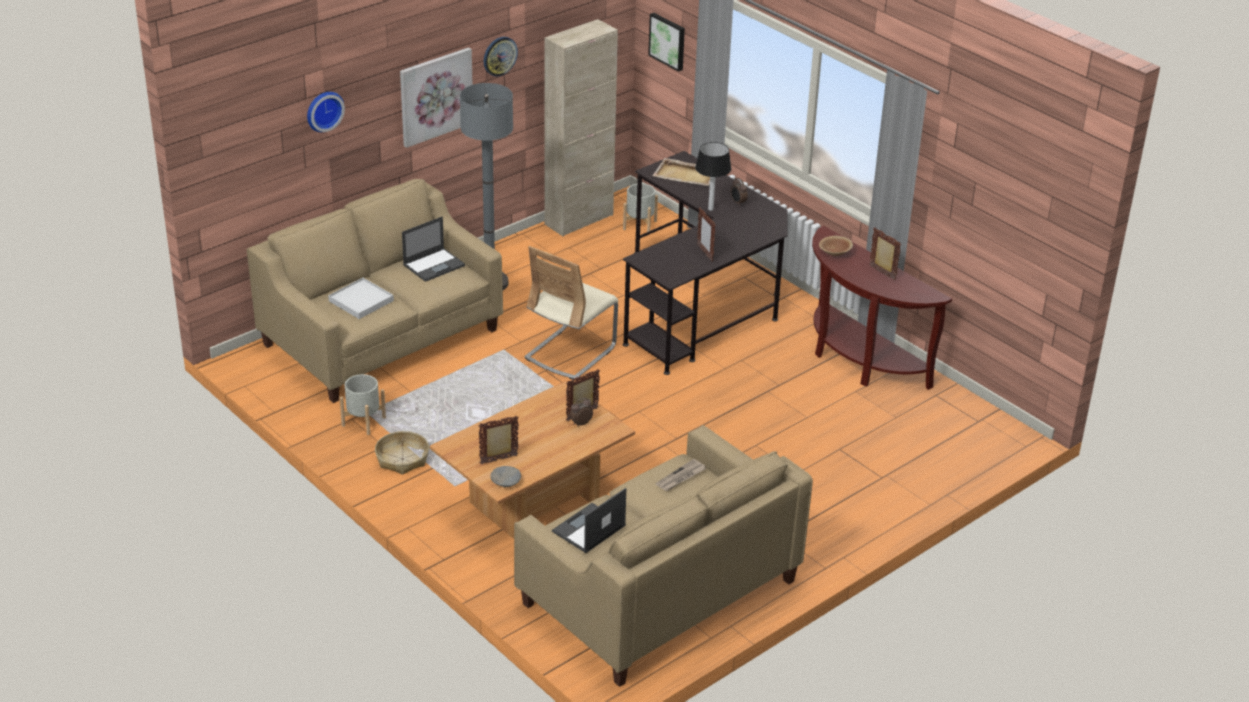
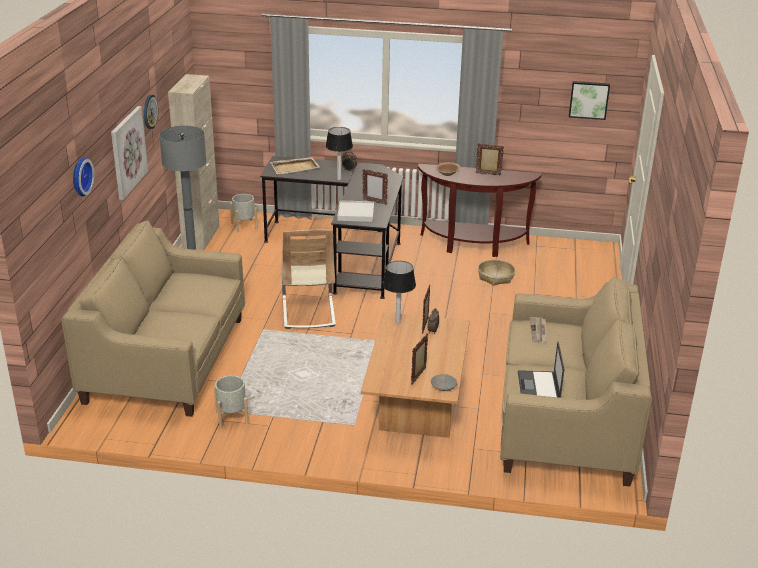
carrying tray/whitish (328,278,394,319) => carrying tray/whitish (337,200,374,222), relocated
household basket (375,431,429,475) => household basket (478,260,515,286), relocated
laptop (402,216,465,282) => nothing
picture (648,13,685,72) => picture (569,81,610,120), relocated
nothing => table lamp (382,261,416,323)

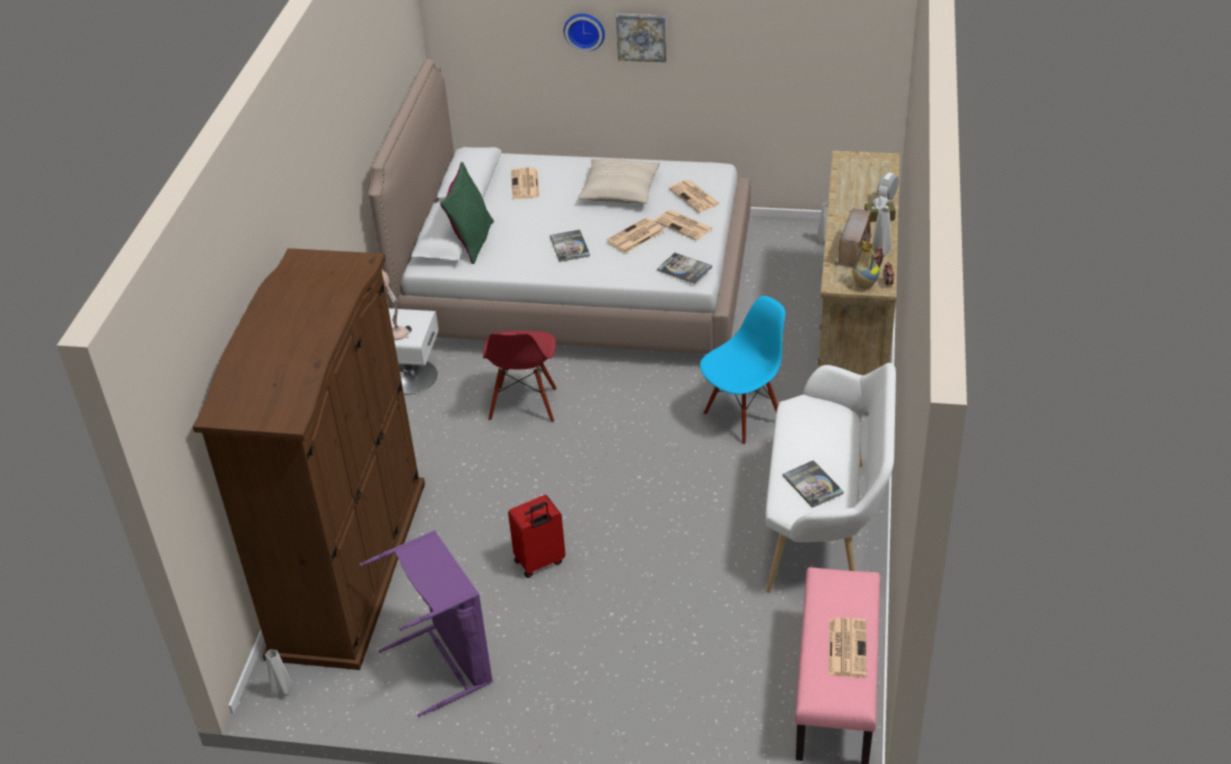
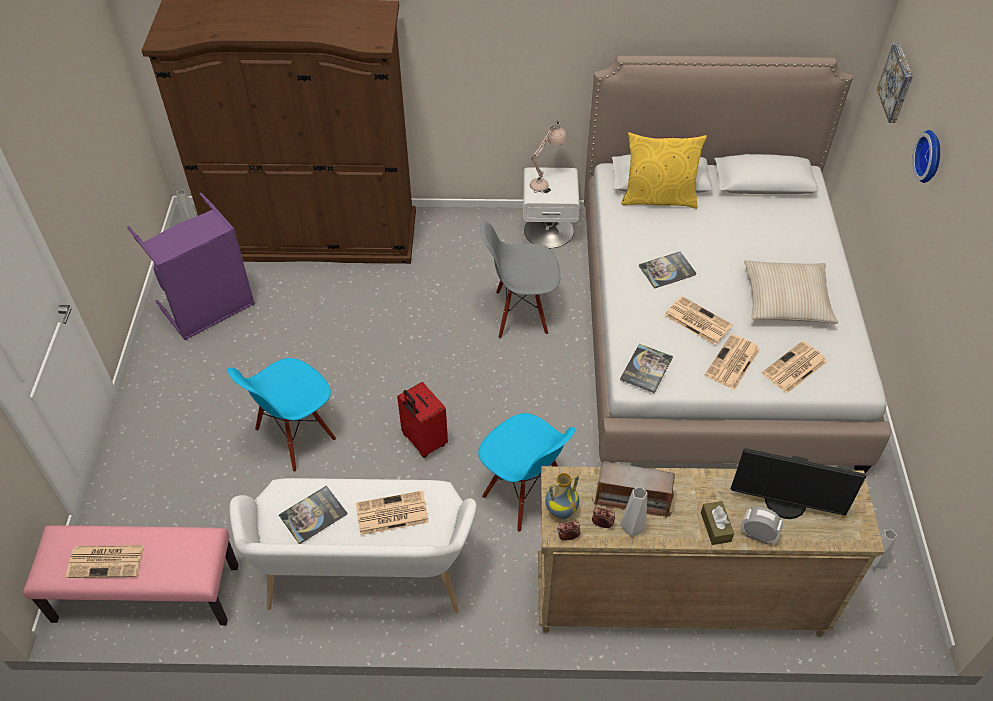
cushion/green-coloured (440,162,494,264) => cushion/yellow-coloured (621,132,707,209)
upright chair/red (483,331,557,423) => upright chair/gray (480,221,561,339)
piece of luggage/red (508,495,566,578) => piece of luggage/red (397,382,448,458), relocated
printed paper (511,167,539,199) => printed paper (356,491,429,535), relocated
picture (616,14,666,62) => picture (877,43,913,123), relocated
nothing => upright chair/blue-coloured (227,358,336,472)
nothing => computer screen (730,448,866,519)

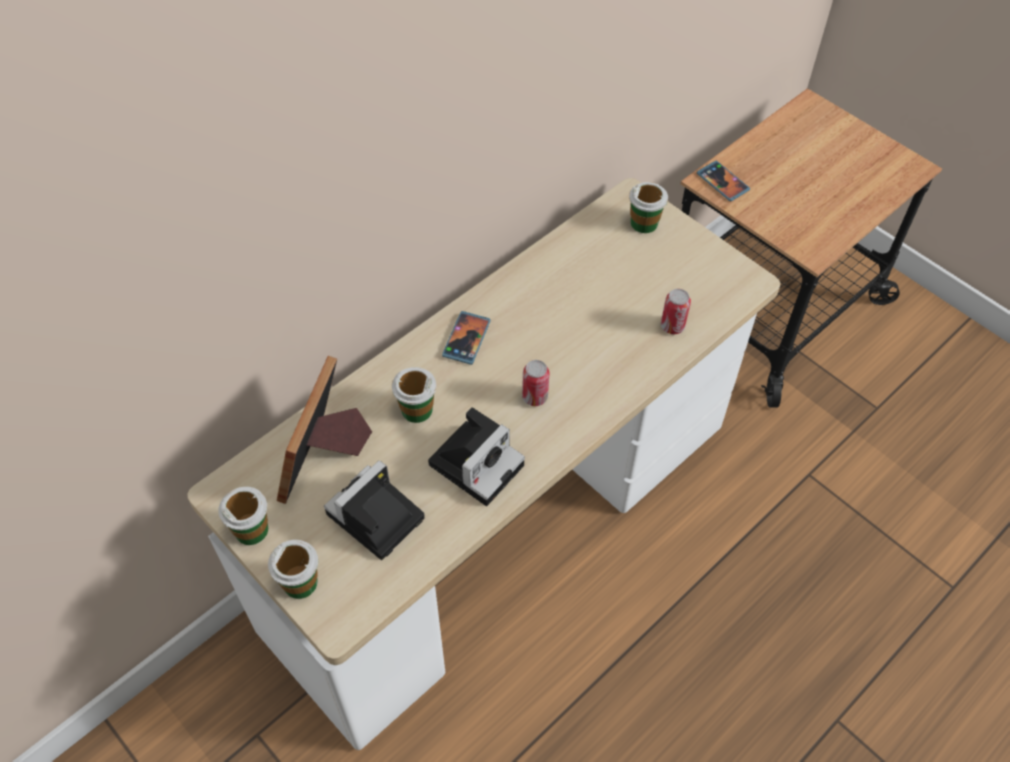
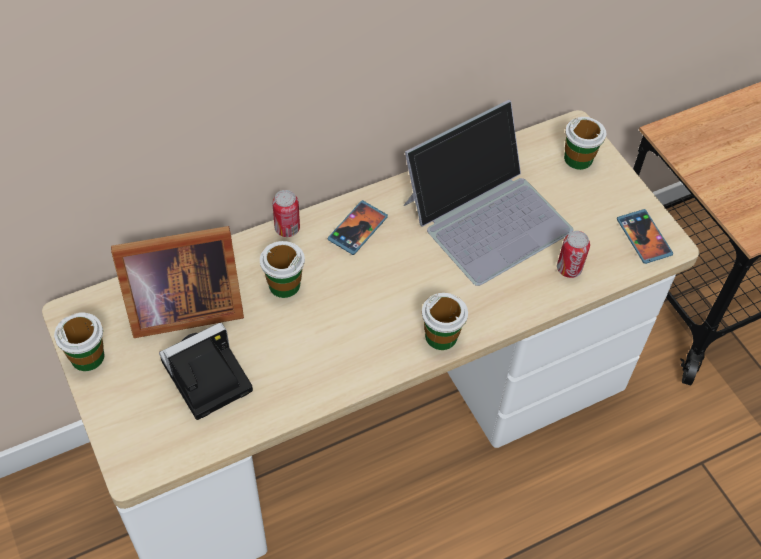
drinking cup (268,540,318,599) => drinking cup (422,293,468,350), relocated
picture frame (277,356,372,504) => picture frame (111,226,244,338), 135 degrees counterclockwise
photo camera (428,407,525,506) => nothing
metal can (522,360,549,406) => metal can (272,190,300,237), relocated
phone (697,161,750,201) => phone (617,209,673,264), relocated
nothing => laptop (404,100,573,286)

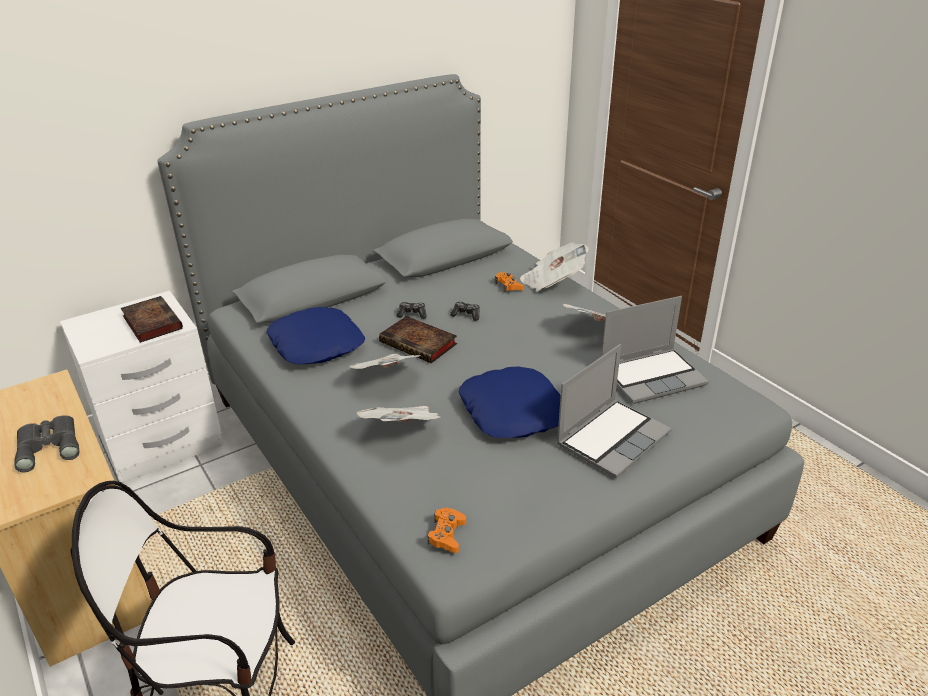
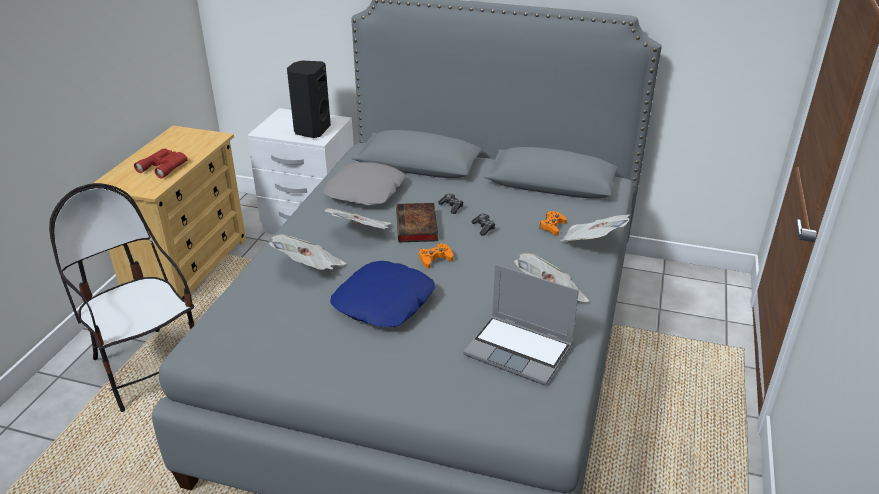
pair of binoculars/gray (14,415,79,472) => pair of binoculars/red (134,149,188,179)
volume (121,296,183,343) => audio speaker/black (287,61,331,138)
cushion/blue-coloured (266,307,365,364) => cushion/gray (323,162,405,205)
gamepad/orangey (428,508,466,553) => gamepad/orangey (419,243,453,269), relocated
laptop (556,344,672,478) => nothing

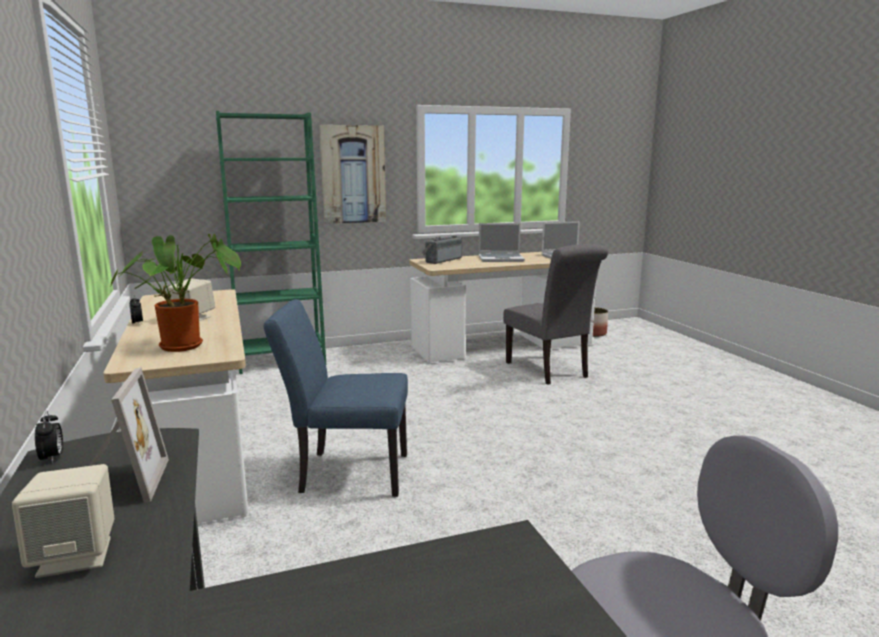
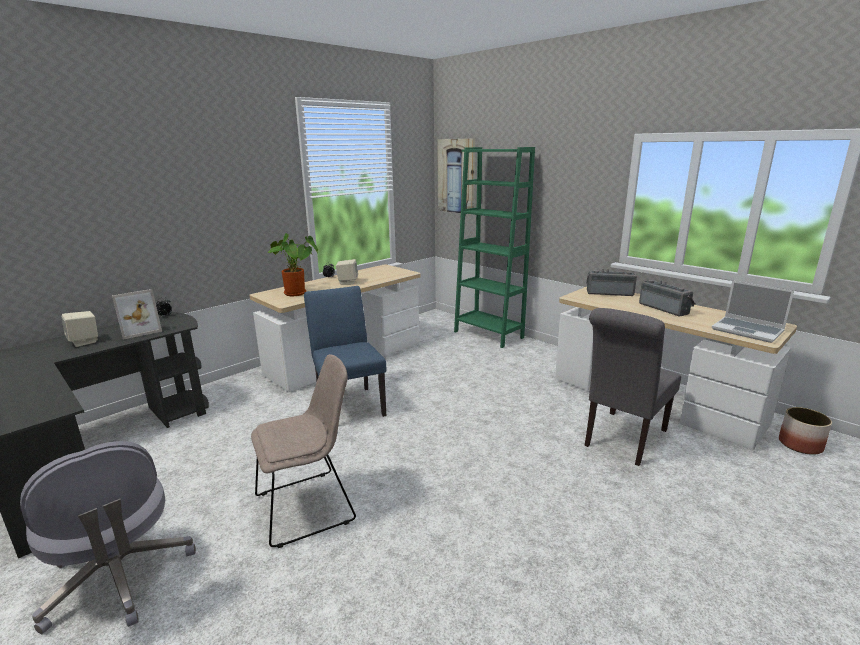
picture (319,125,386,224) => picture (437,139,475,213), relocated
laptop (479,223,525,262) => radio set (639,280,695,316)
nothing => upright chair/beige-coloured (251,354,356,548)

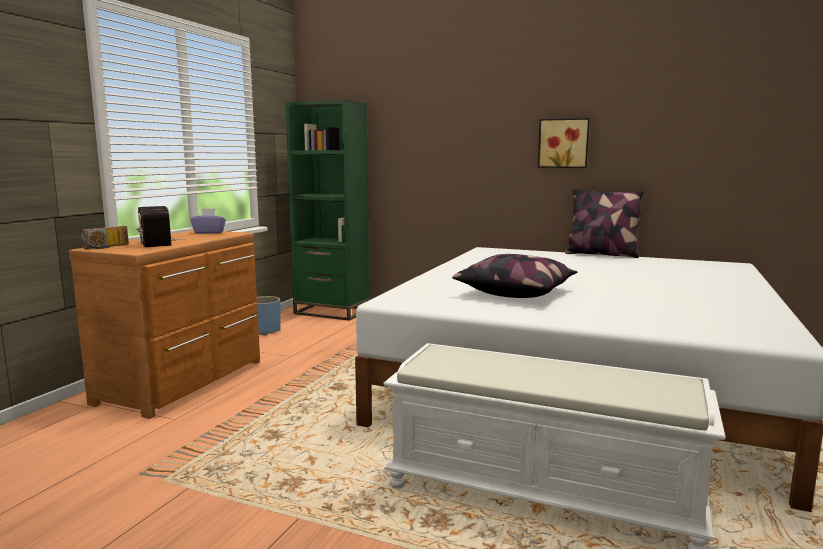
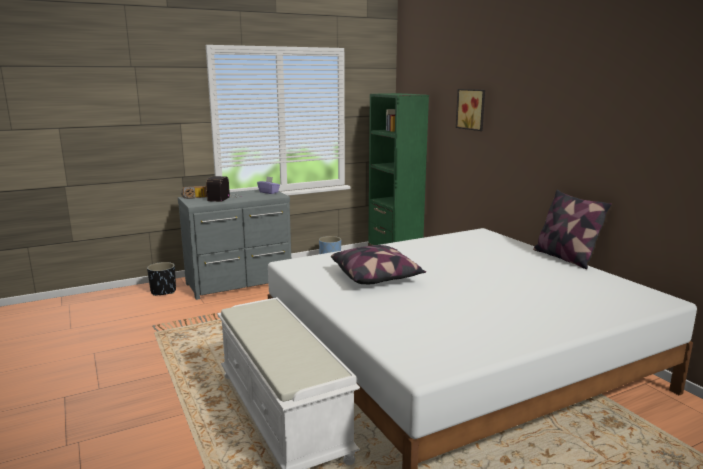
drawer chest/brown (69,230,260,419) => drawer chest/gray (178,189,291,300)
picture (538,118,590,168) => picture (456,89,485,131), relocated
nothing => plant pot/black (147,262,176,296)

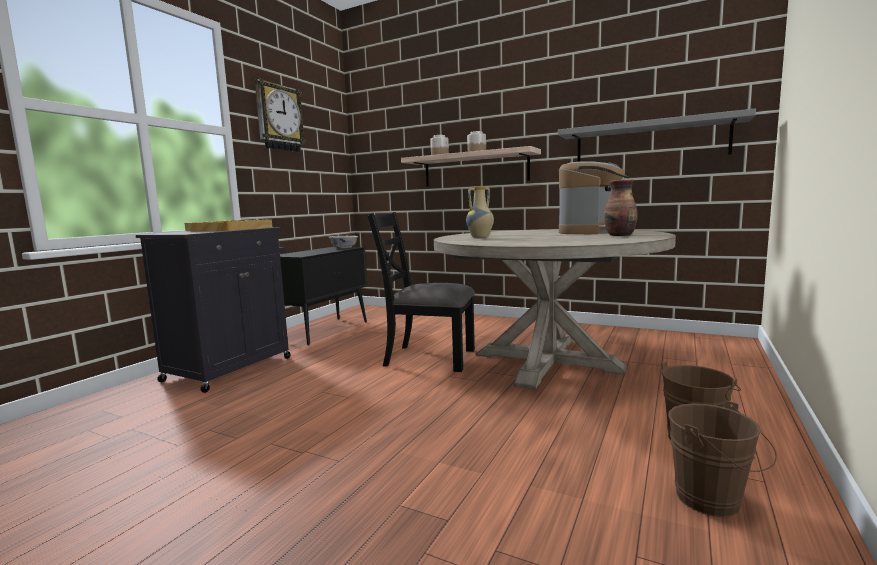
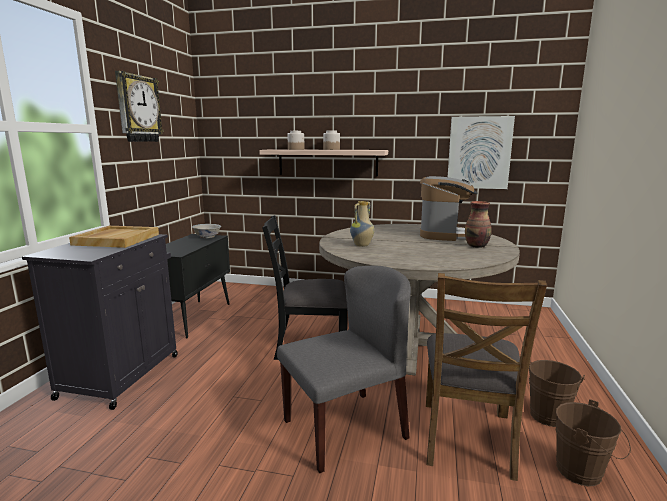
shelf/gray (558,108,756,162) => picture (448,116,515,189)
nothing => upright chair/gray (277,266,411,473)
nothing => upright chair/brown (426,273,547,481)

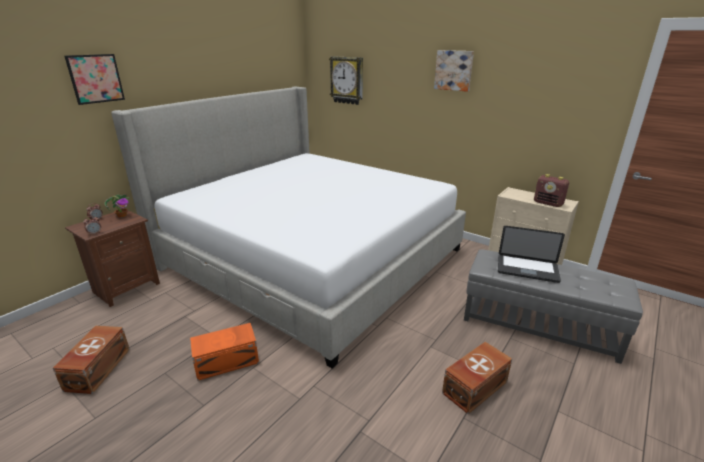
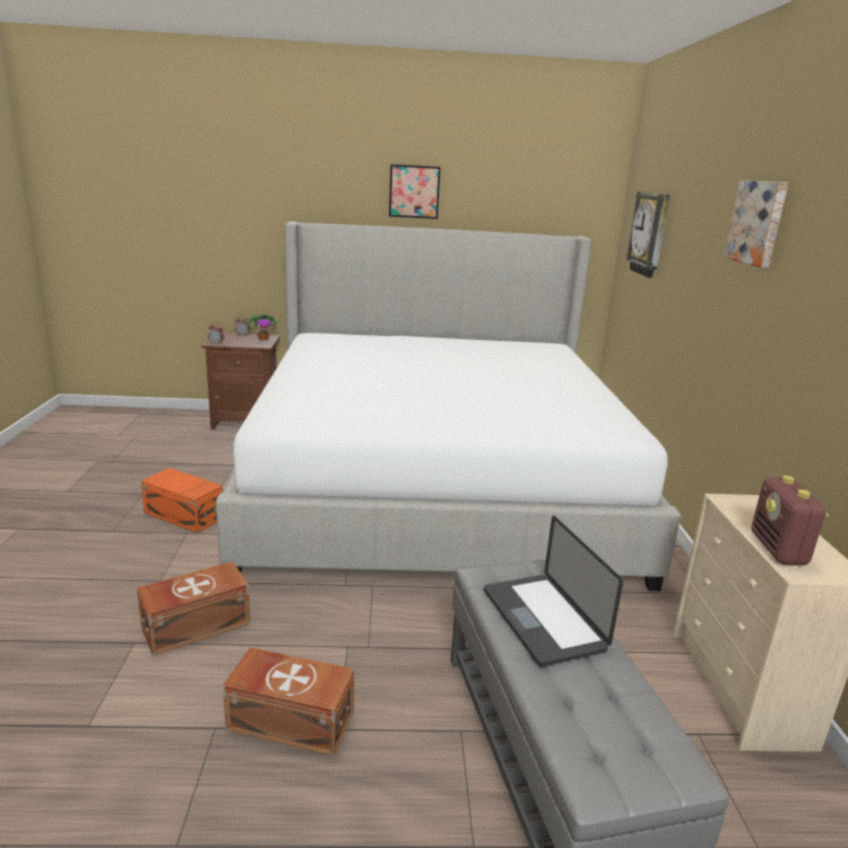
storage box/brown (53,326,130,394) => storage box/brown (137,561,251,656), relocated
picture (64,54,125,105) => picture (389,164,441,219), relocated

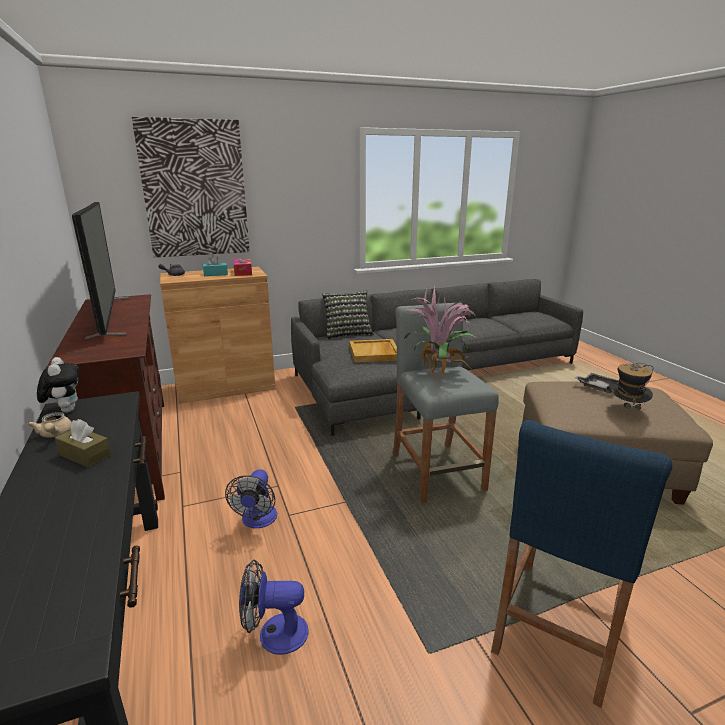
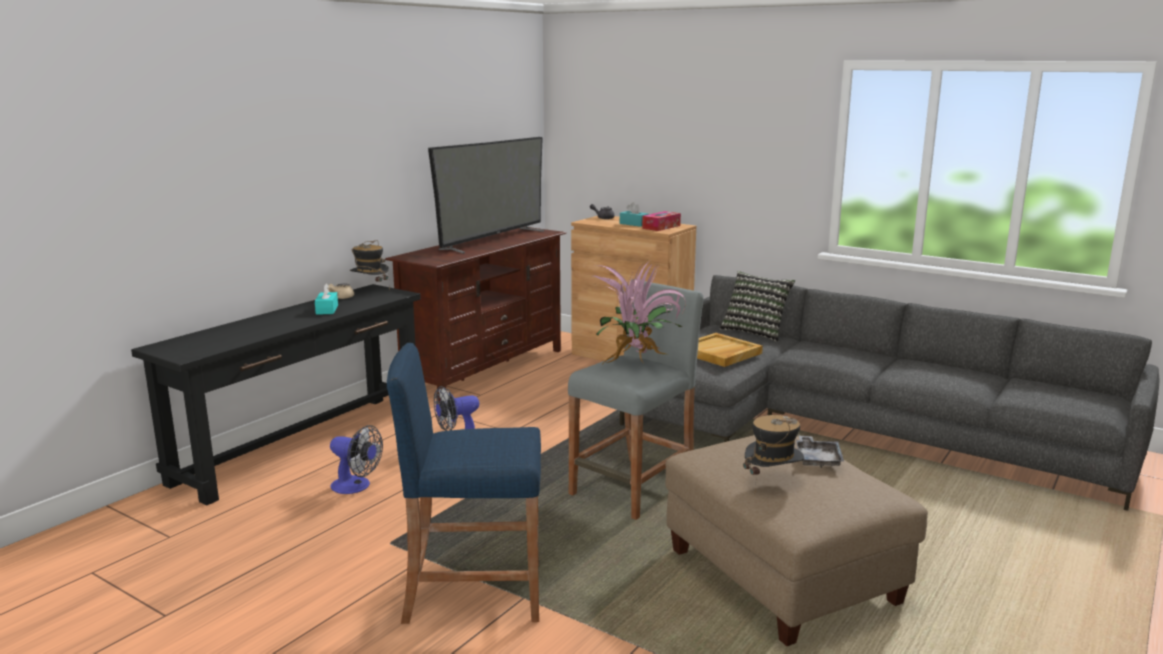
plush toy (37,357,80,413) => wearable hat (350,240,390,291)
box of tissues/brown (55,419,111,468) => box of tissues/turquoise (315,283,338,315)
picture (132,117,250,258) => nothing
fan (239,559,309,655) => fan (330,425,383,494), 150 degrees clockwise

